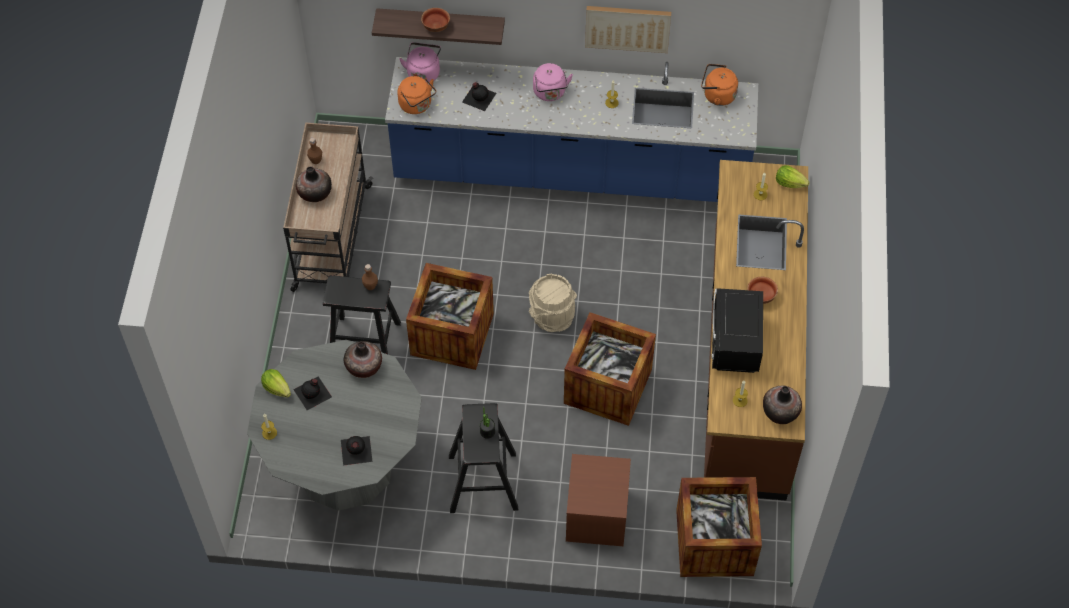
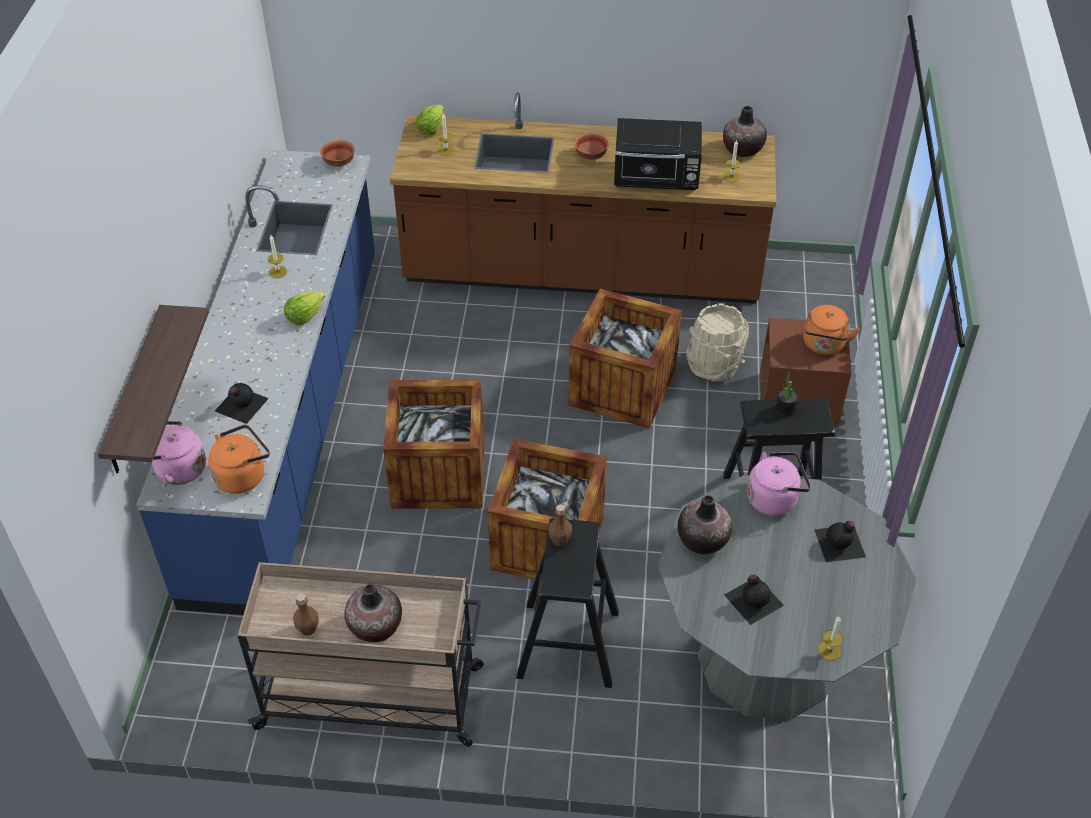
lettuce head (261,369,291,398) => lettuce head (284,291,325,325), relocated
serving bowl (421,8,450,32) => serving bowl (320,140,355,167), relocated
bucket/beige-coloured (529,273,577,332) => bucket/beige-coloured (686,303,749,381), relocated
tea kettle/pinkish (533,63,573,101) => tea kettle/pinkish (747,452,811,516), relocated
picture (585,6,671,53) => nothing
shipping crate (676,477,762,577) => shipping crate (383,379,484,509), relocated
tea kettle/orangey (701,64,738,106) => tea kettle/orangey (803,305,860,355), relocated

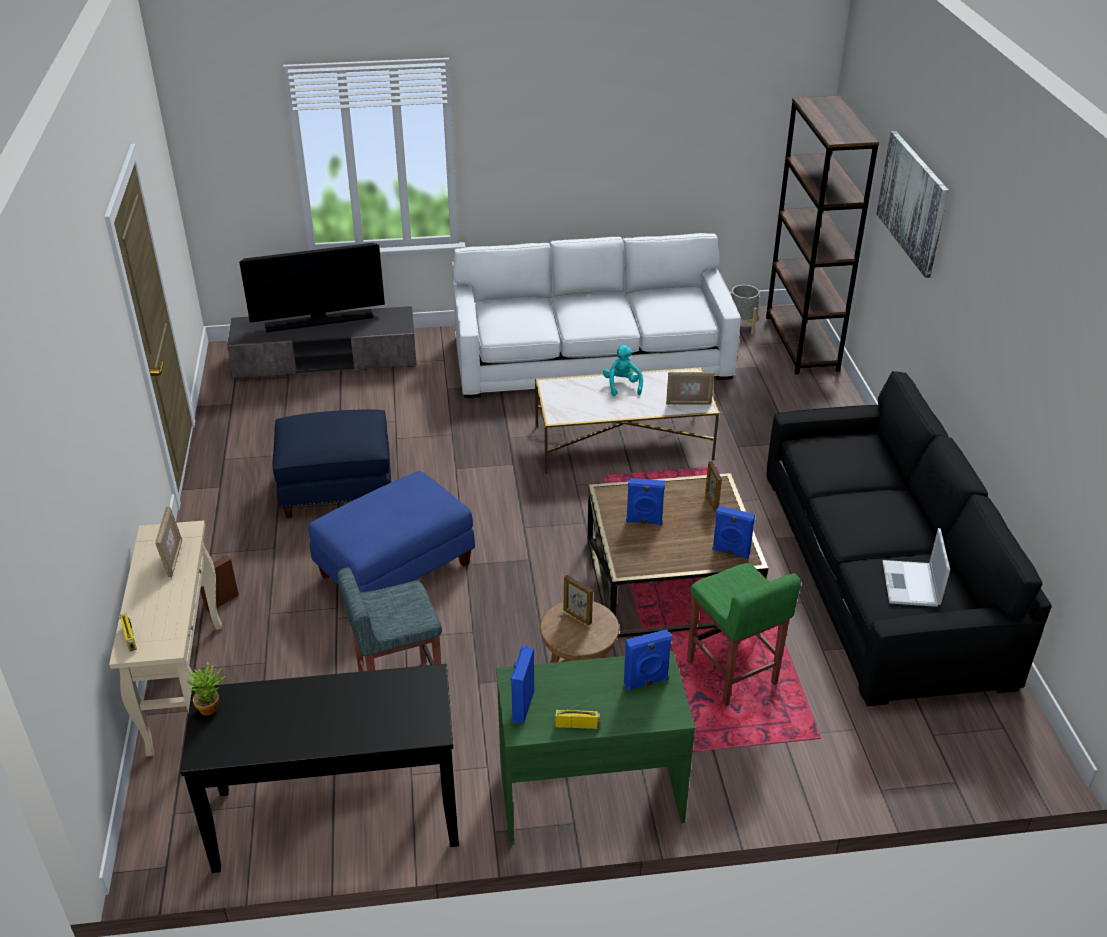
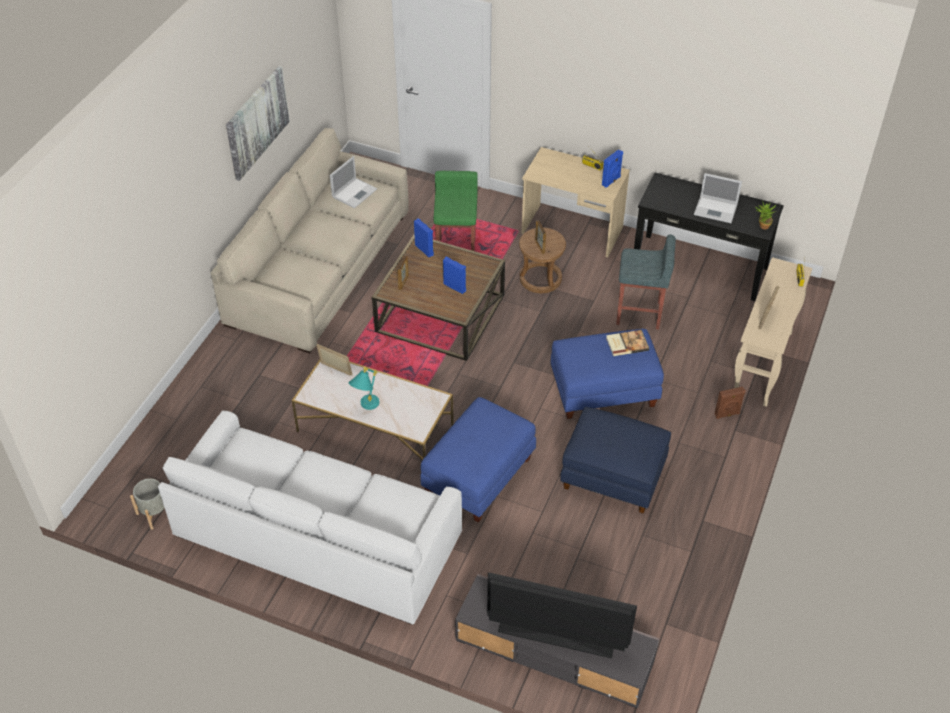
desk/green-coloured (496,651,695,842) => desk/beige-coloured (522,147,630,258)
plush toy/turquoise (603,345,643,396) => table lamp/turquoise (348,367,379,410)
audio speaker/blue-coloured (624,629,672,690) => nothing
shelving unit/brown (766,95,879,374) => nothing
settee/black (766,371,1052,706) => settee/beige-coloured (211,128,409,353)
picture (876,131,949,278) => picture (226,66,290,181), relocated
nothing => footrest/blue-coloured (420,397,536,523)
nothing => volume (606,330,649,356)
nothing => laptop (694,173,742,223)

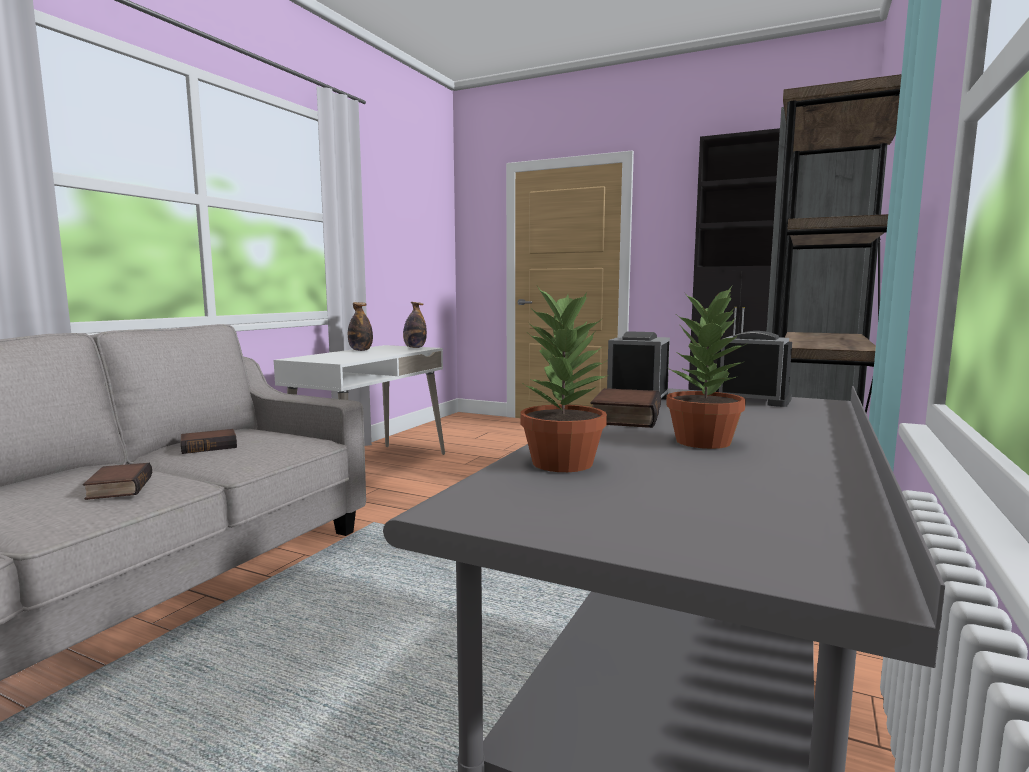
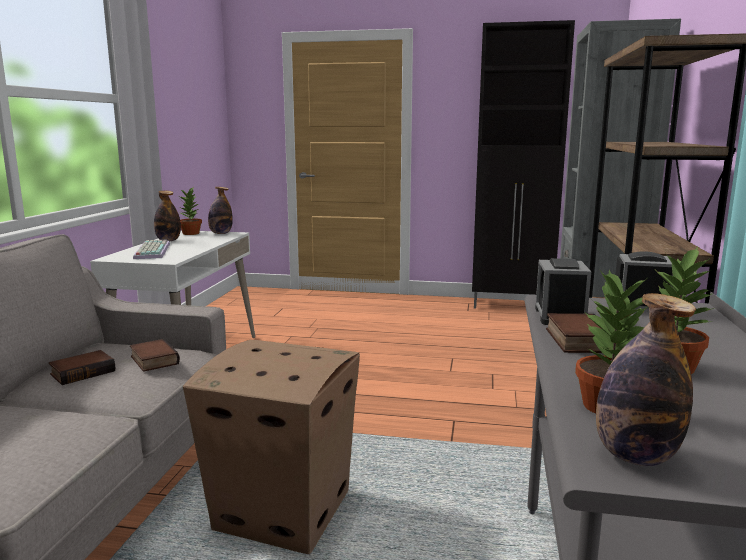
volume (83,463,152,500) => volume (130,339,180,372), relocated
nothing => keyboard (133,239,170,259)
nothing => potted plant (178,187,202,235)
nothing => carton (183,340,360,554)
nothing => drink bottle (596,293,696,466)

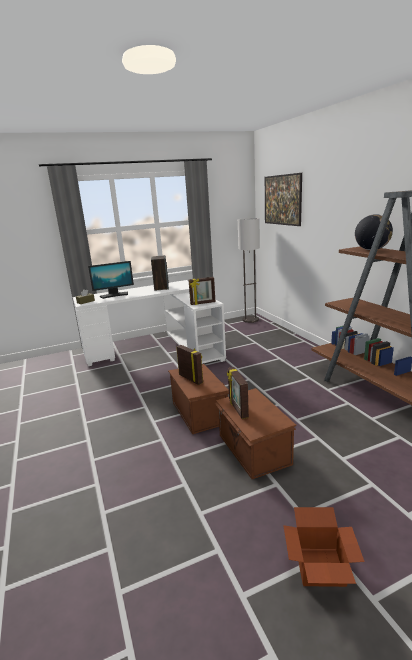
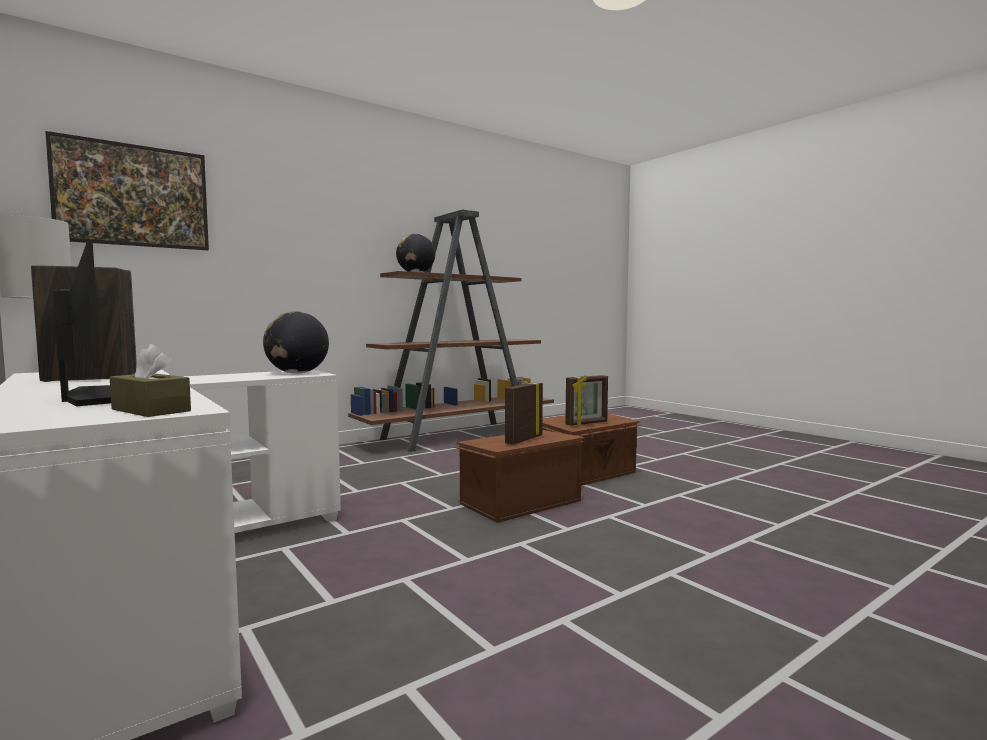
picture frame (188,277,215,305) => globe (263,311,329,374)
carton (283,507,365,587) => nothing

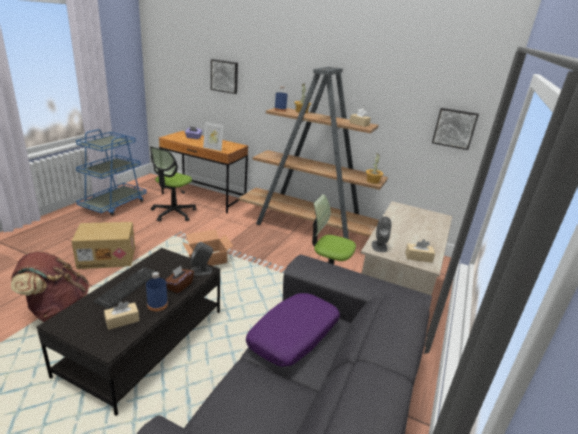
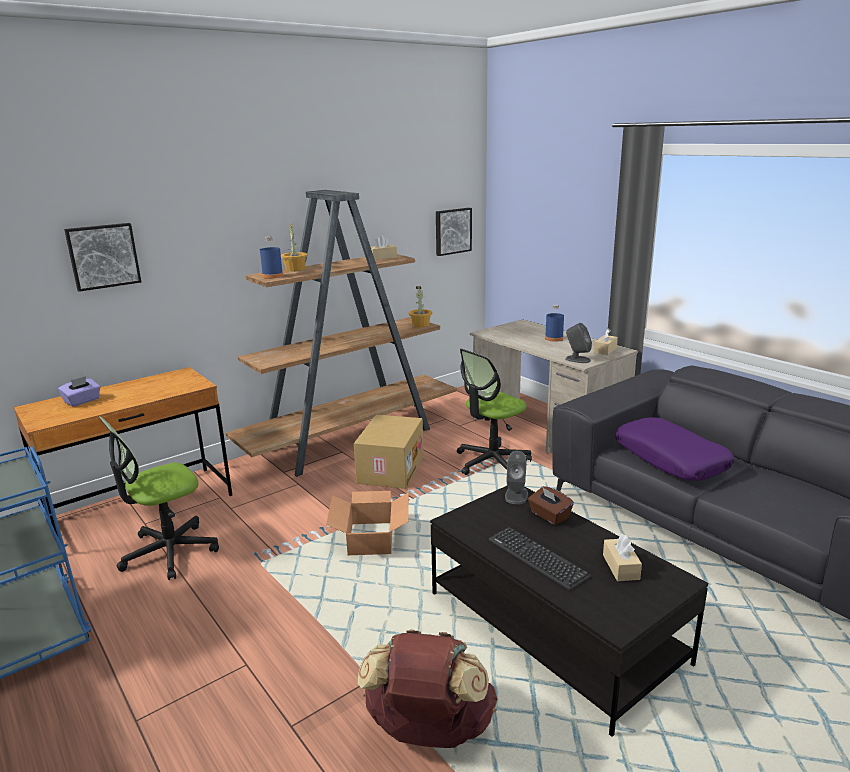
carton (72,222,135,269) => carton (354,415,424,489), relocated
drink bottle/blue-coloured (146,272,168,311) => drink bottle/blue-coloured (545,305,564,342), relocated
desk chair (150,147,196,222) => desk chair (99,416,219,580), 90 degrees clockwise
picture frame (203,122,224,151) => nothing

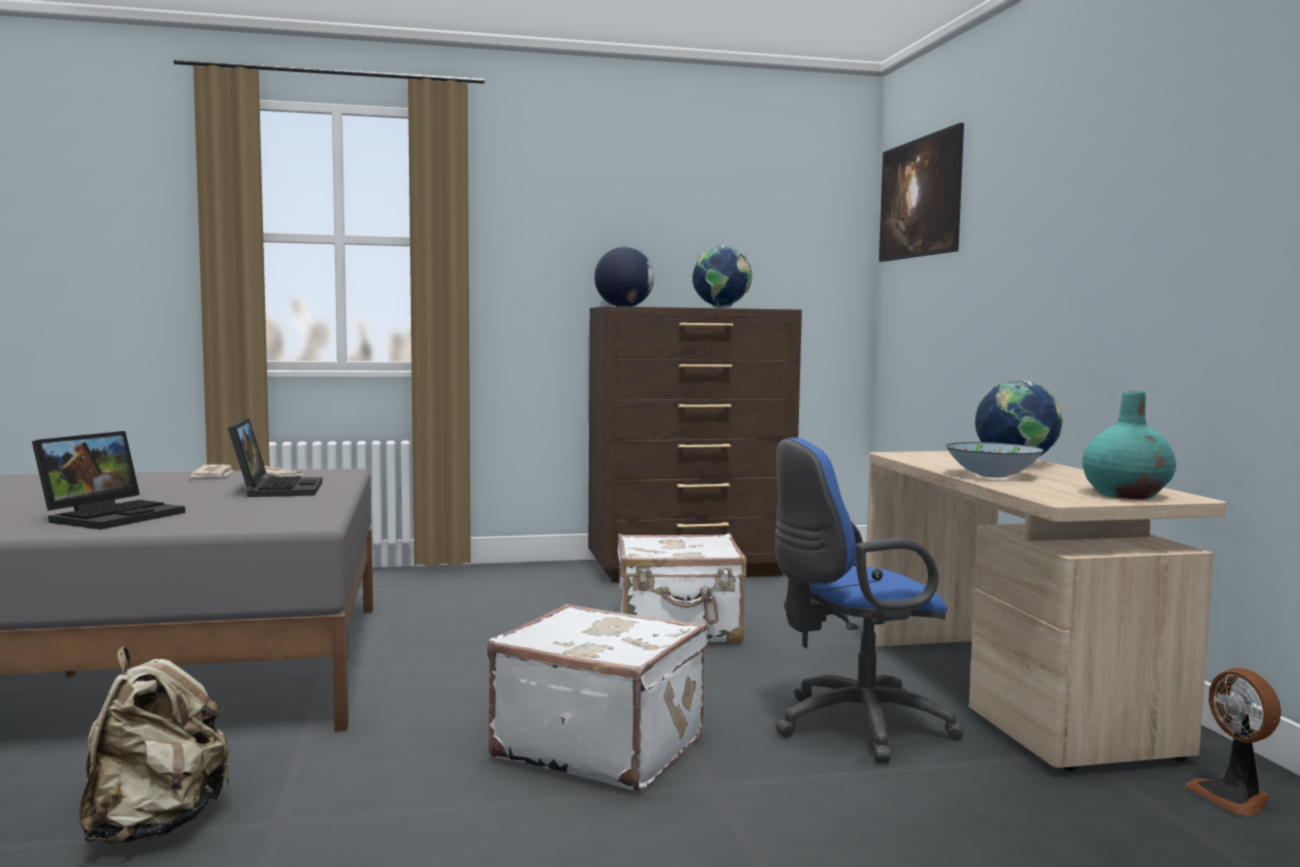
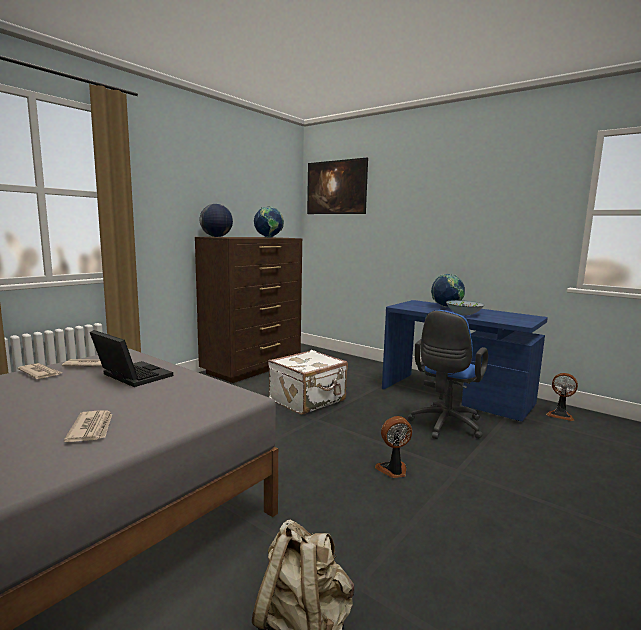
laptop (32,431,185,530) => printed paper (64,410,112,442)
piece of luggage/whitish (487,604,709,791) => fan (375,416,412,478)
desk/beige-coloured (866,451,1226,771) => desk/blue-coloured (382,300,548,421)
decorative vase/turquoise (1082,391,1176,499) => nothing

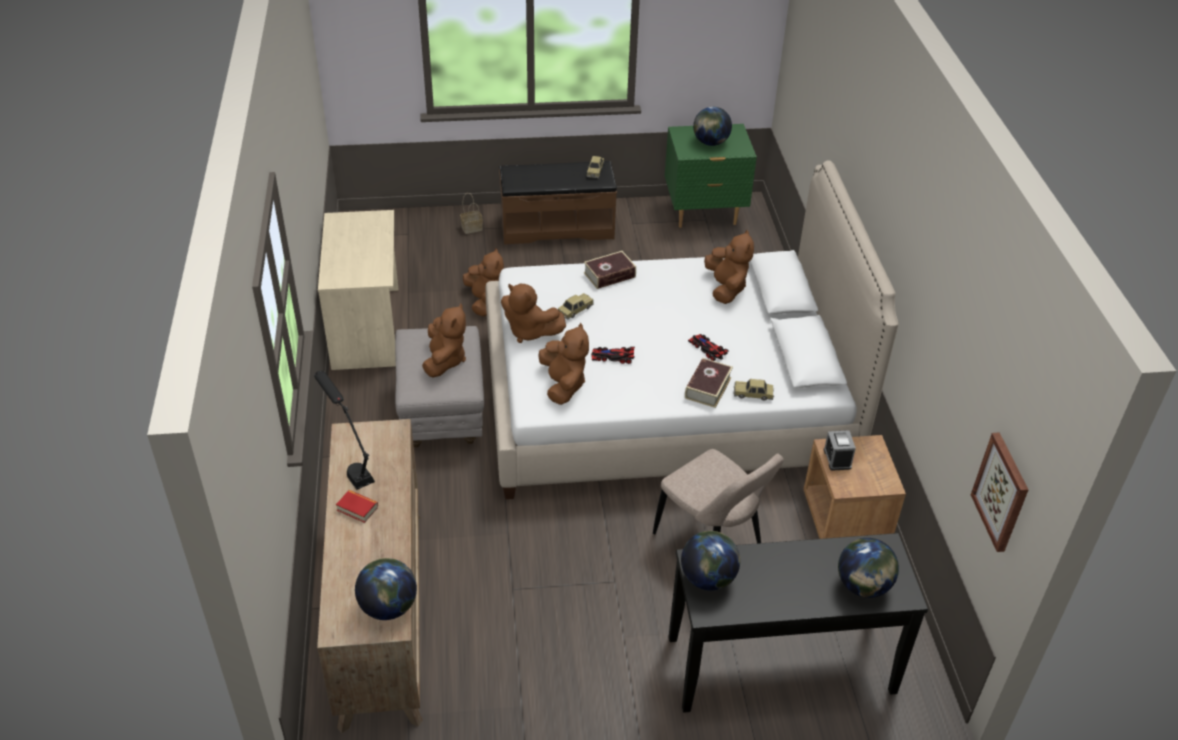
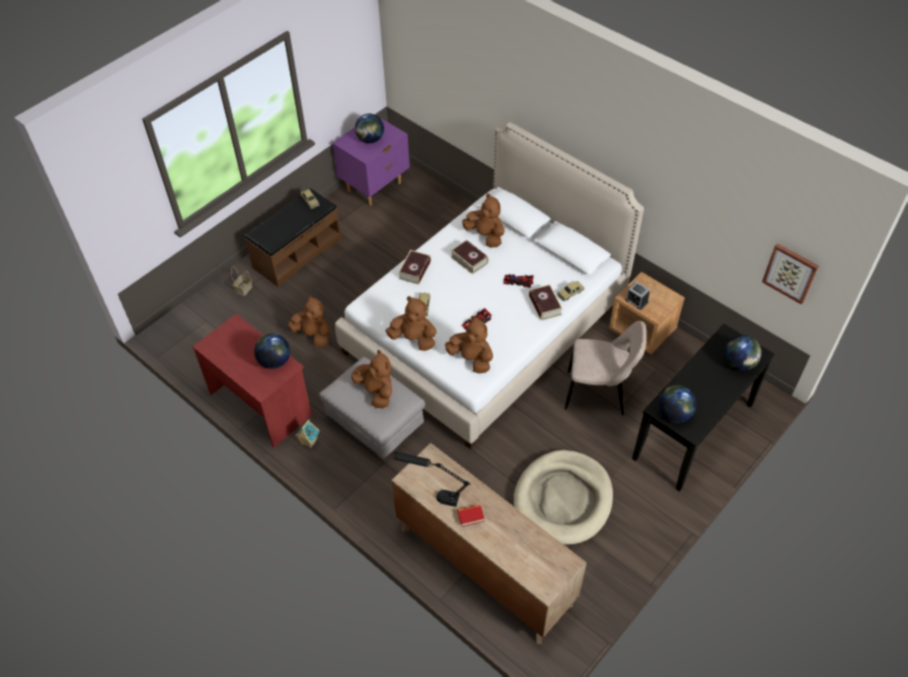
desk/beige-coloured (318,210,399,370) => desk/red (193,314,312,448)
globe (355,558,417,620) => globe (254,333,290,369), relocated
plush toy/brown (501,284,566,343) => plush toy/brown (385,296,437,351), 150 degrees counterclockwise
bedside table/green-coloured (665,124,757,228) => bedside table/purplish (332,117,410,206)
nothing => model house (295,419,320,448)
nothing => volume (451,240,488,274)
nothing => dog bed/beige-coloured (513,450,613,545)

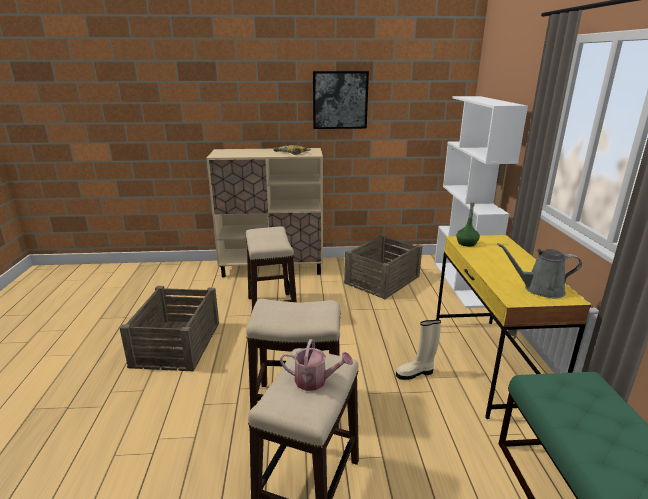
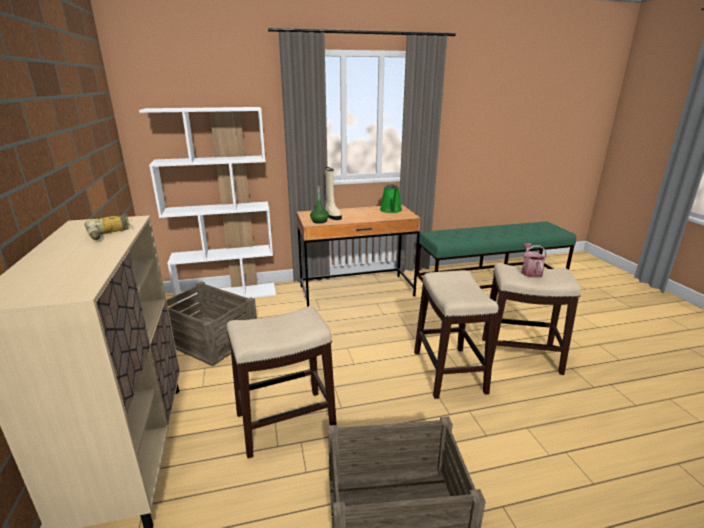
picture (313,71,369,129) => nothing
high-top boot/beige-coloured (396,320,441,380) => high-top boot/beige-coloured (325,167,342,220), relocated
desk/yellow-coloured (436,235,591,419) => desk/brown (297,205,421,307)
watering can/gray (497,243,582,298) => watering can/green-coloured (380,184,402,213)

